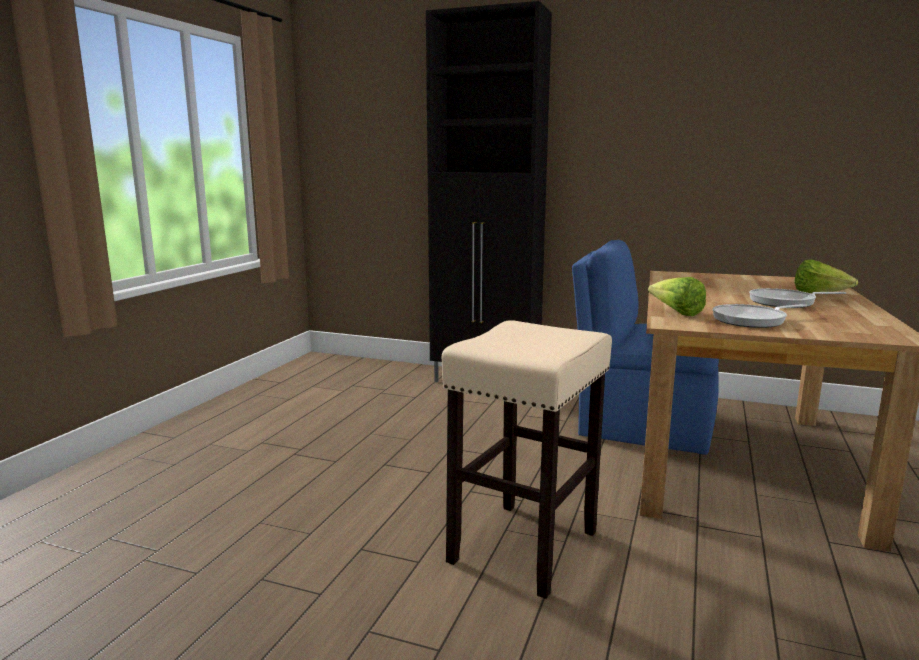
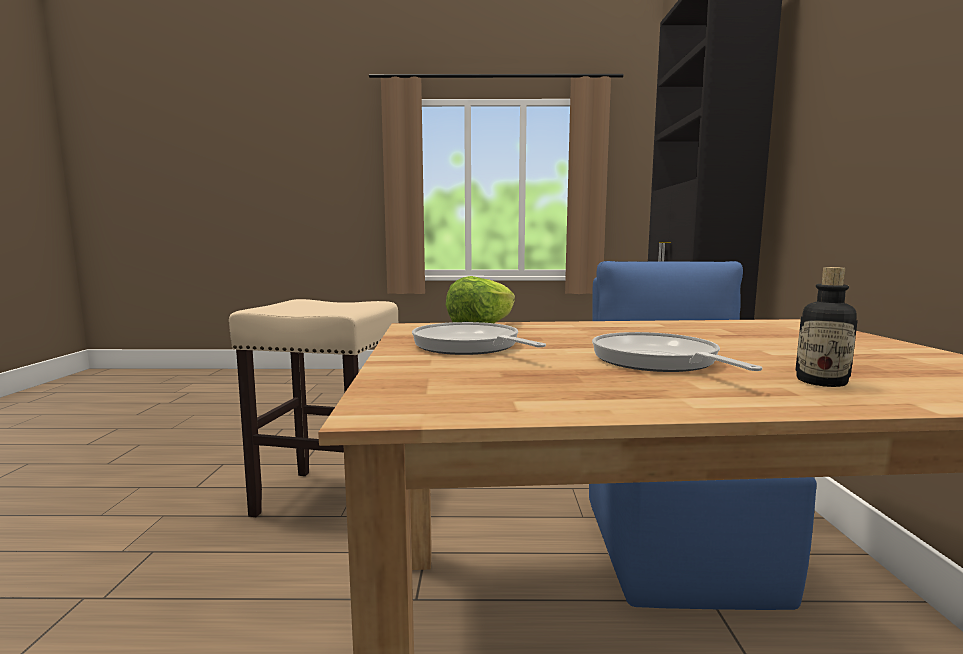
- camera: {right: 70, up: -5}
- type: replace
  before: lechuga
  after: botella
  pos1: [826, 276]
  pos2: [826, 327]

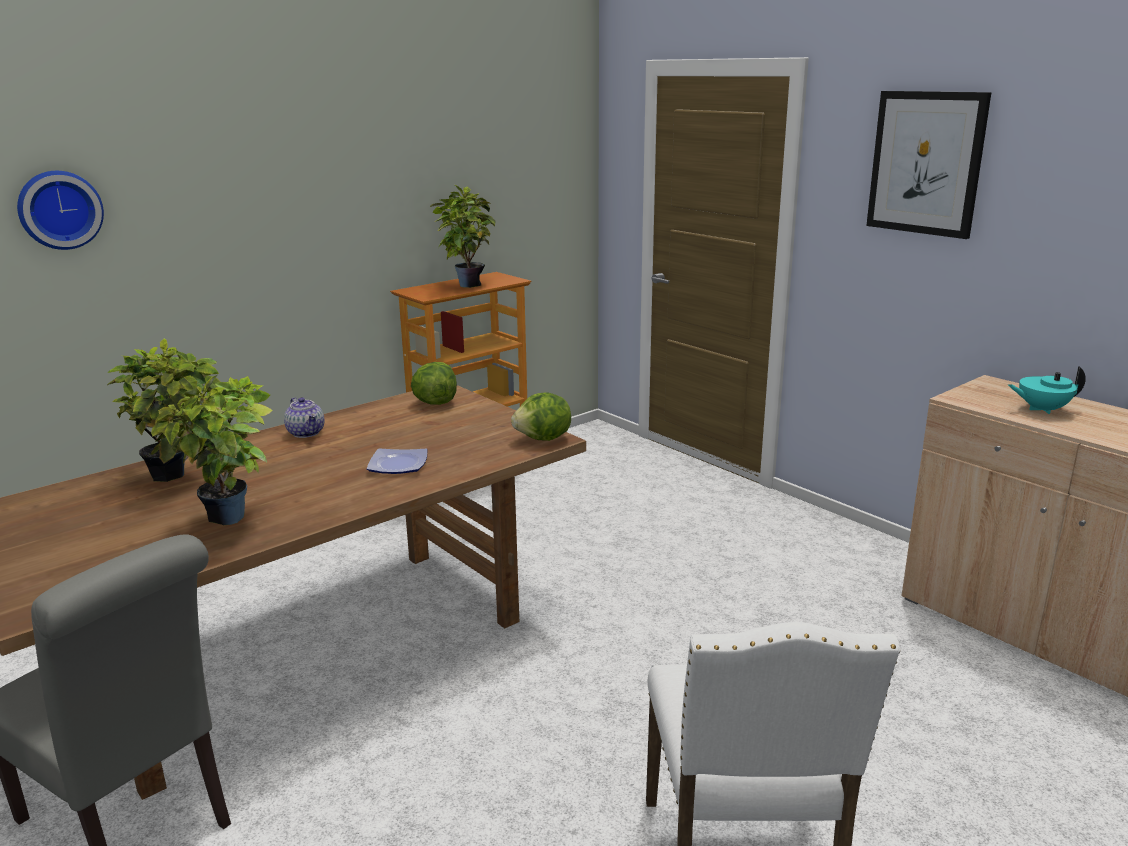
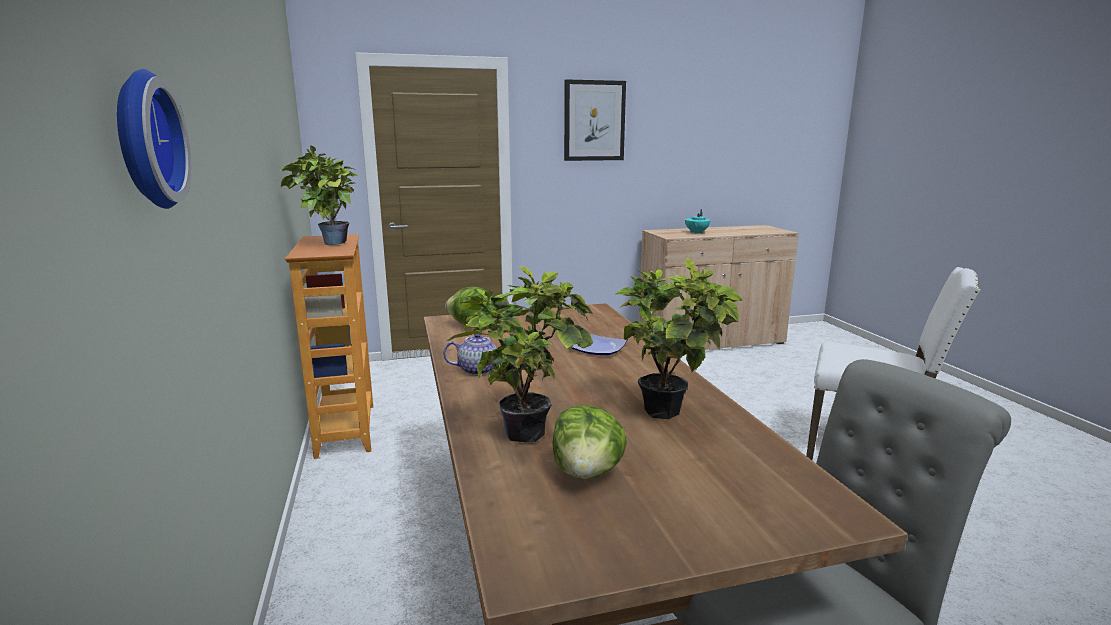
- camera: {right: -65, up: -5}
- type: move
  before: lechuga
  pos1: [541, 416]
  pos2: [590, 442]

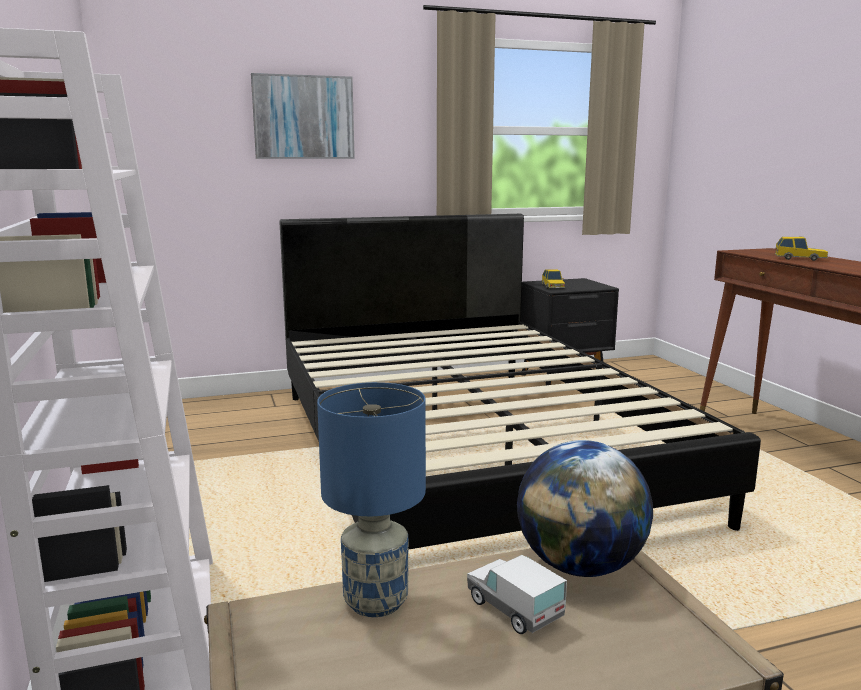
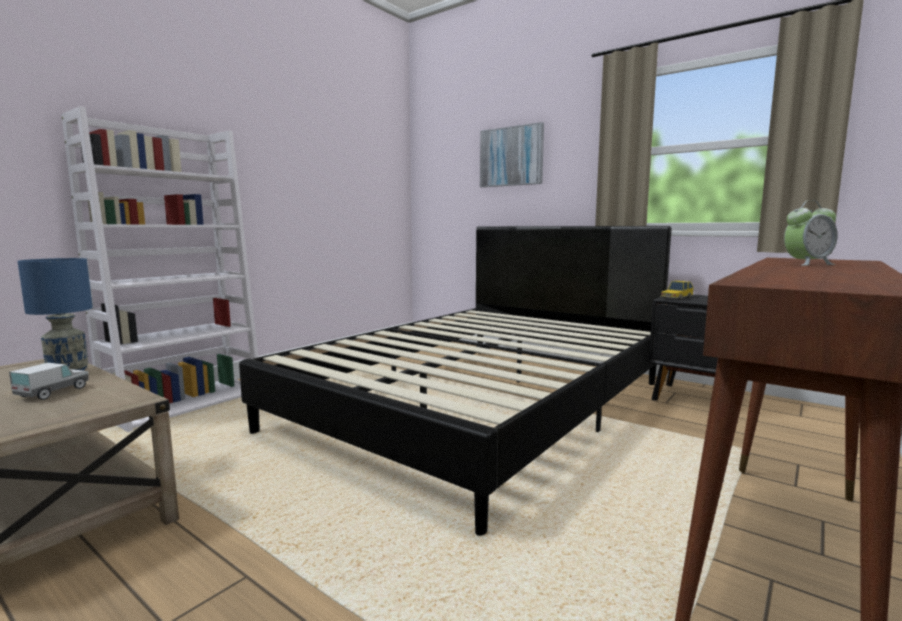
- camera: {right: 55, up: -5}
- type: delete
  before: globo terráqueo
  pos1: [585, 508]
- type: replace
  before: coche de juguete
  after: despertador
  pos1: [801, 249]
  pos2: [811, 233]

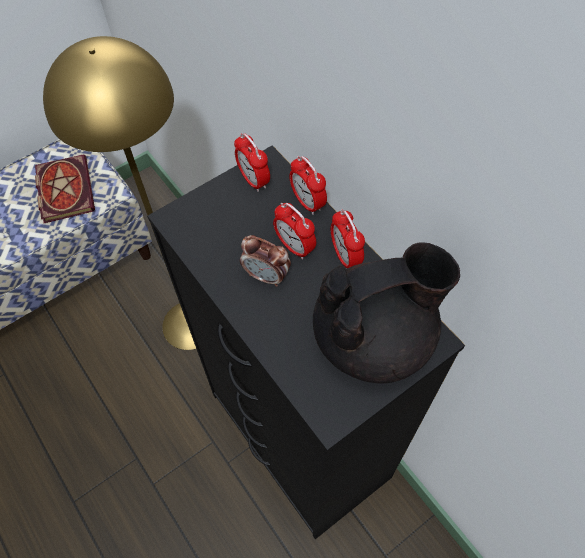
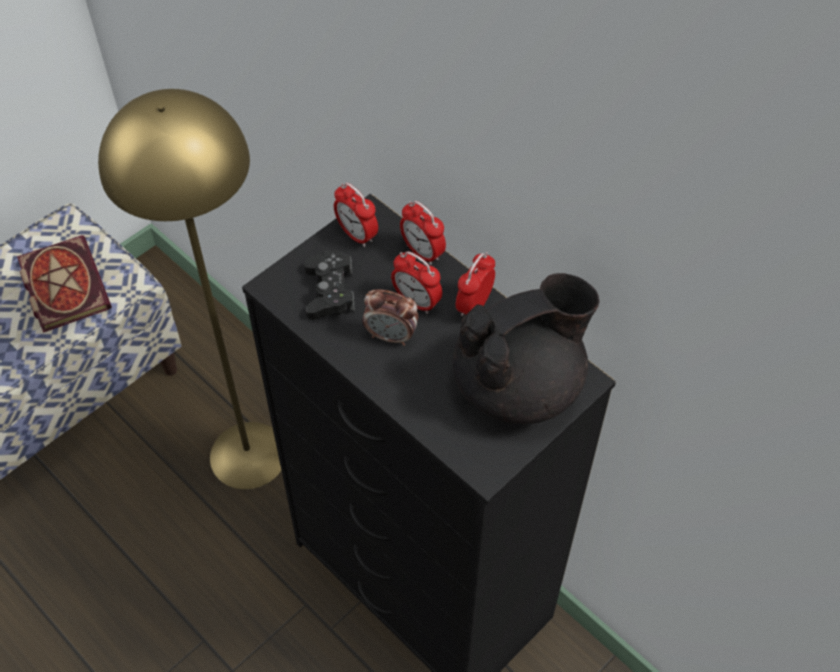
- camera: {right: -10, up: -5}
- type: insert
  after: mando de consola (negro)
  pos2: [329, 285]
- type: rotate
  before: despertador
  pos1: [348, 238]
  pos2: [475, 284]
  turn: 60

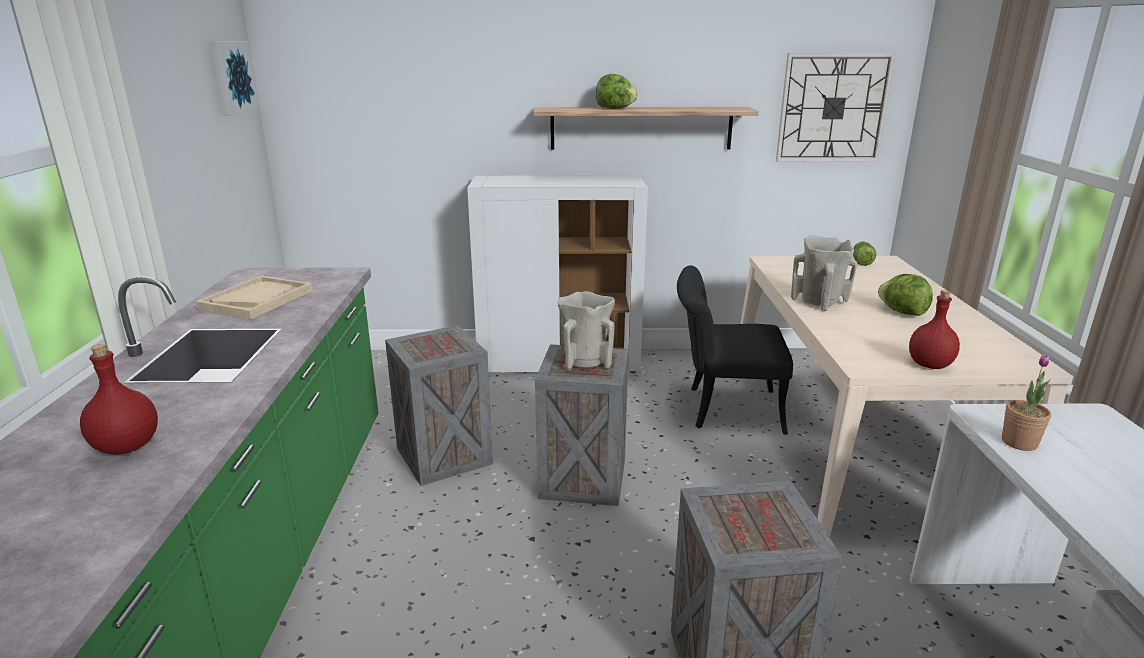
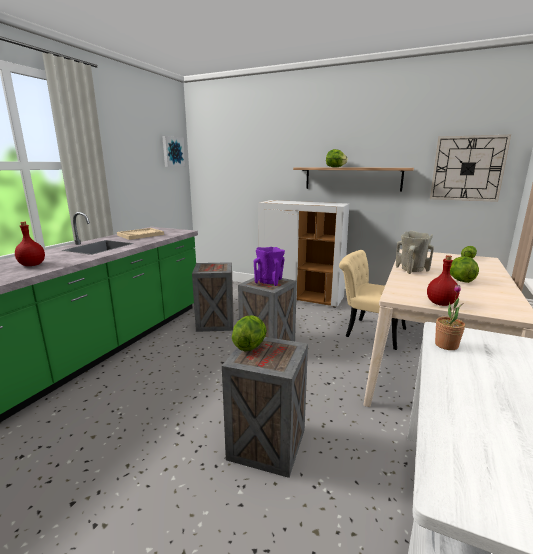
- camera: {right: 25, up: -5}
- type: insert
  after: lechuga
  pos2: [249, 333]
- type: recolor
  before: florero (beis)
  after: florero (morado)
  pos1: [586, 330]
  pos2: [269, 266]
- type: recolor
  before: silla (negro)
  after: silla (beis)
  pos1: [735, 350]
  pos2: [372, 300]

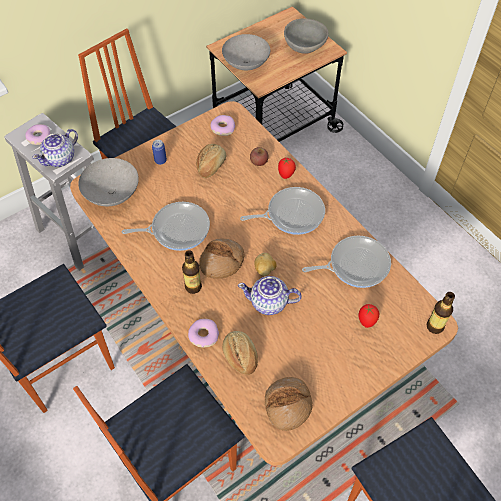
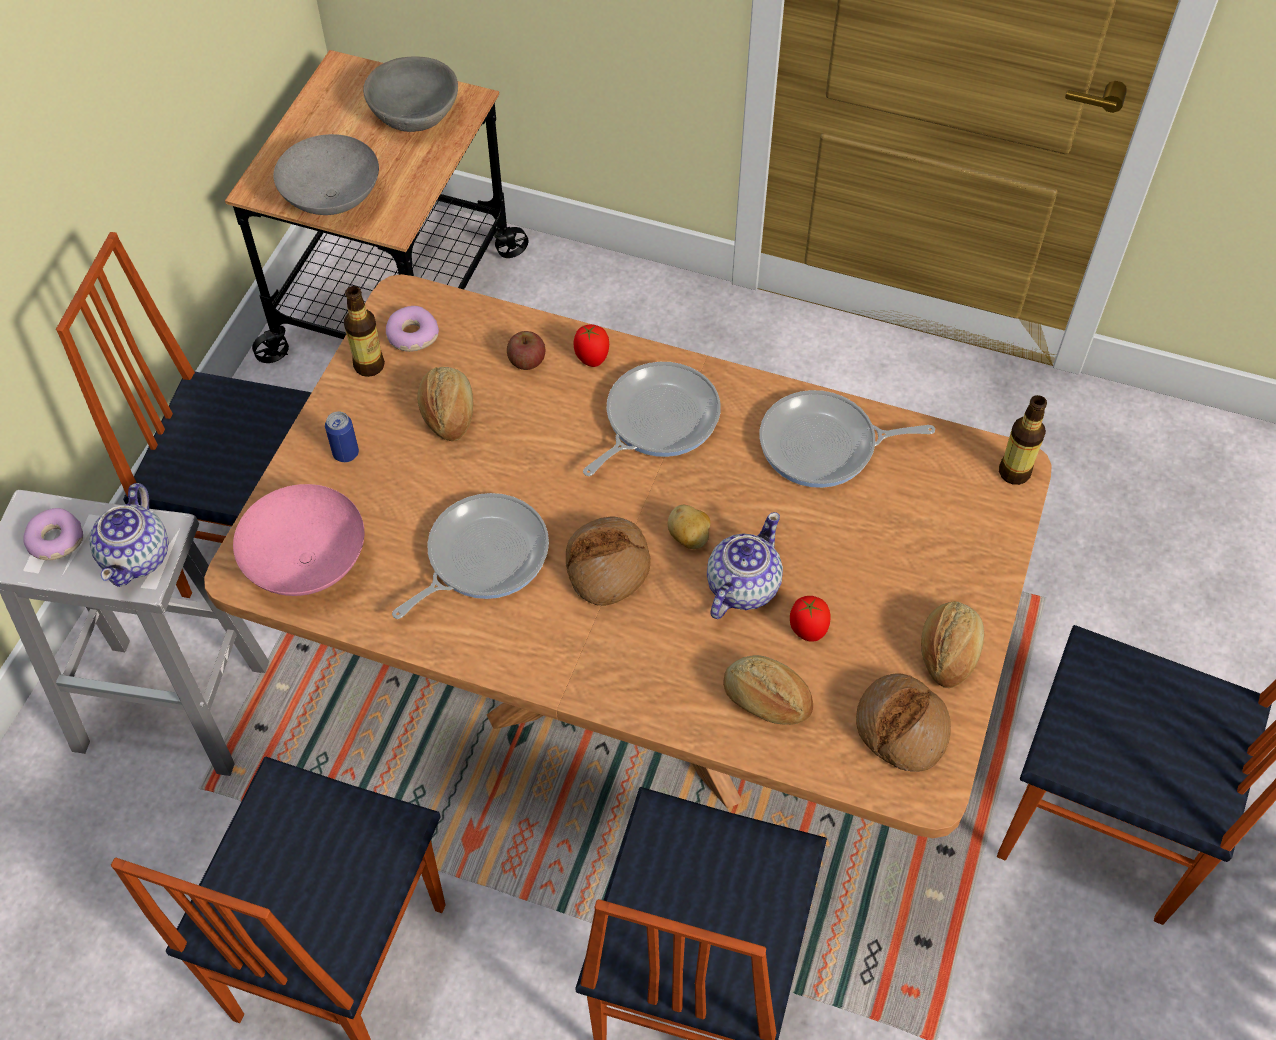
- camera: {right: -35, up: 0}
- type: delete
  before: rosquilla
  pos1: [203, 333]
- type: insert
  after: pan
  pos2: [952, 644]
- type: move
  before: botella
  pos1: [192, 272]
  pos2: [364, 331]
- type: move
  before: tomate
  pos1: [369, 316]
  pos2: [810, 619]
- type: recolor
  before: cuenco (gris)
  after: cuenco (rosa)
  pos1: [108, 182]
  pos2: [298, 540]
- type: rotate
  before: tetera
  pos1: [270, 295]
  pos2: [745, 565]
  turn: 150
- type: rotate
  before: sartén
  pos1: [346, 262]
  pos2: [847, 439]
  turn: -135

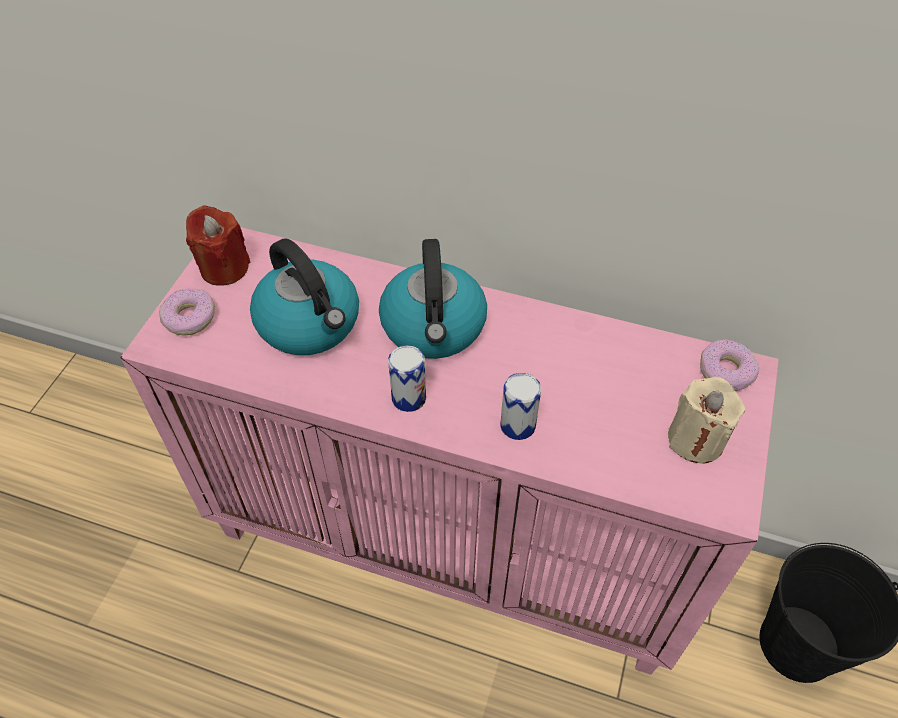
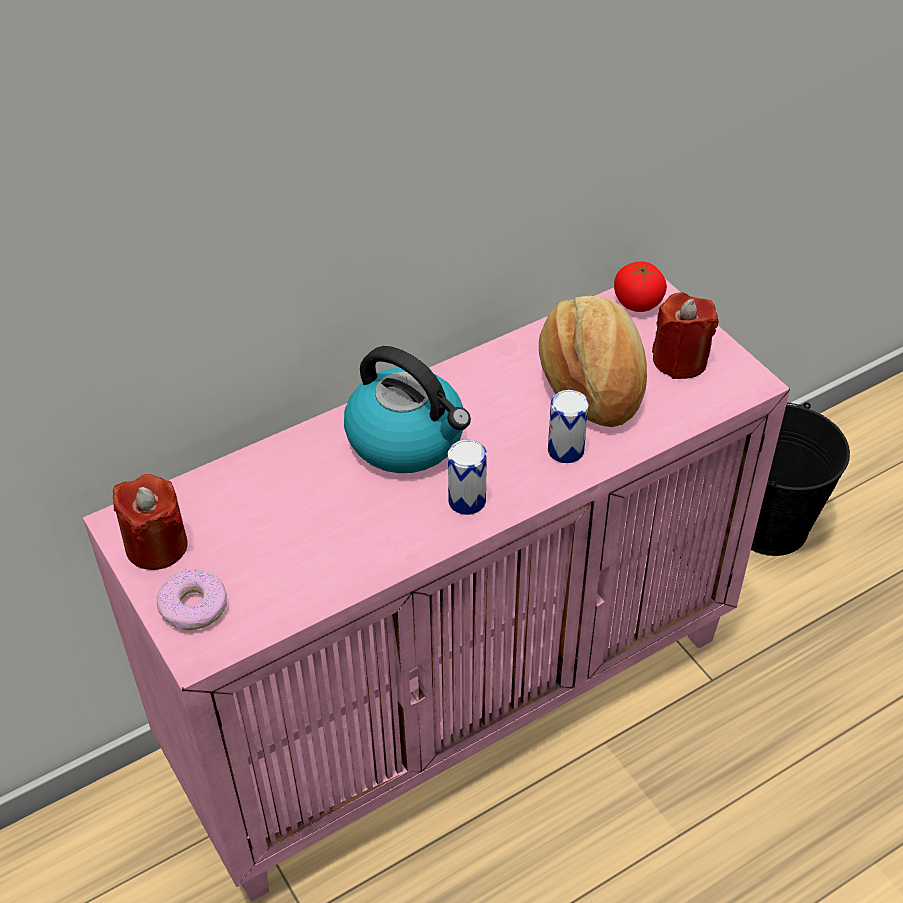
- camera: {right: -50, up: -5}
- type: delete
  before: hervidor
  pos1: [304, 296]
- type: insert
  after: pan
  pos2: [593, 361]
- type: replace
  before: rosquilla
  after: tomate
  pos1: [729, 365]
  pos2: [640, 286]
- type: recolor
  before: vela (beis)
  after: vela (rojo)
  pos1: [706, 420]
  pos2: [685, 336]

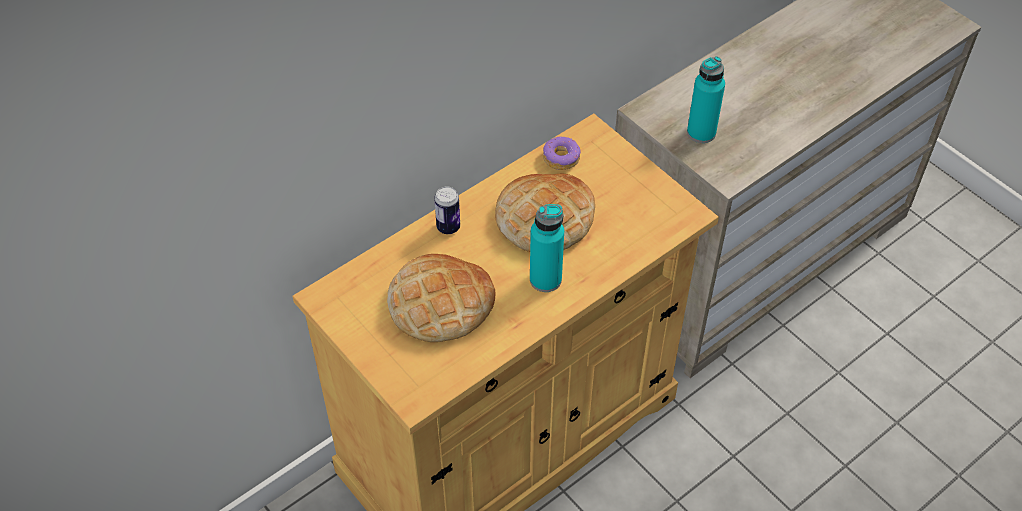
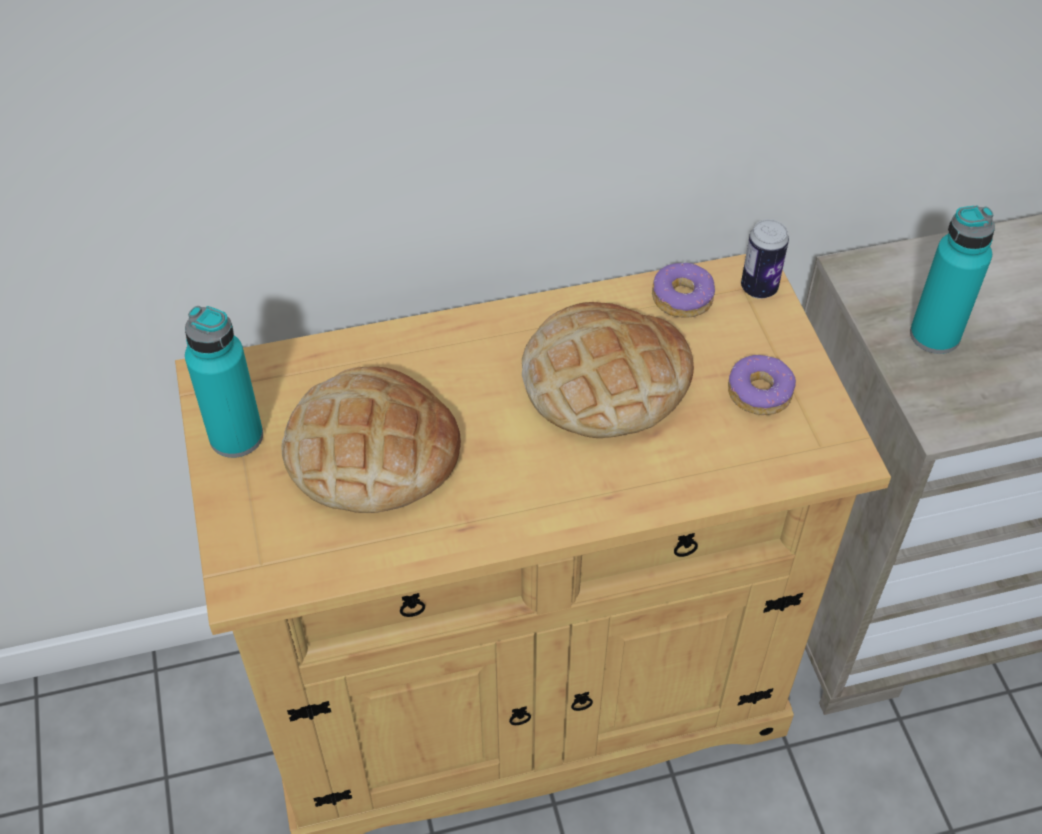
- camera: {right: 25, up: 0}
- type: insert
  after: rosquilla
  pos2: [762, 385]
- type: move
  before: lata
  pos1: [447, 210]
  pos2: [765, 259]
- type: move
  before: botella (turquesa)
  pos1: [547, 248]
  pos2: [224, 382]

